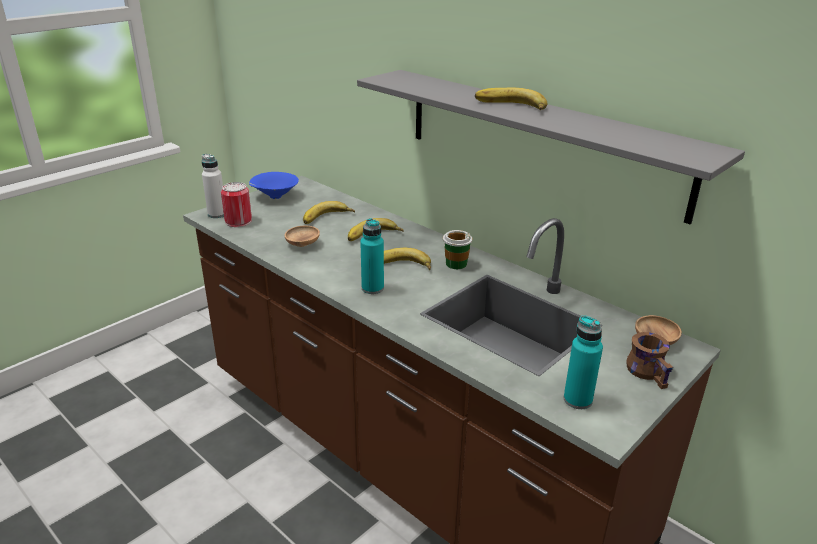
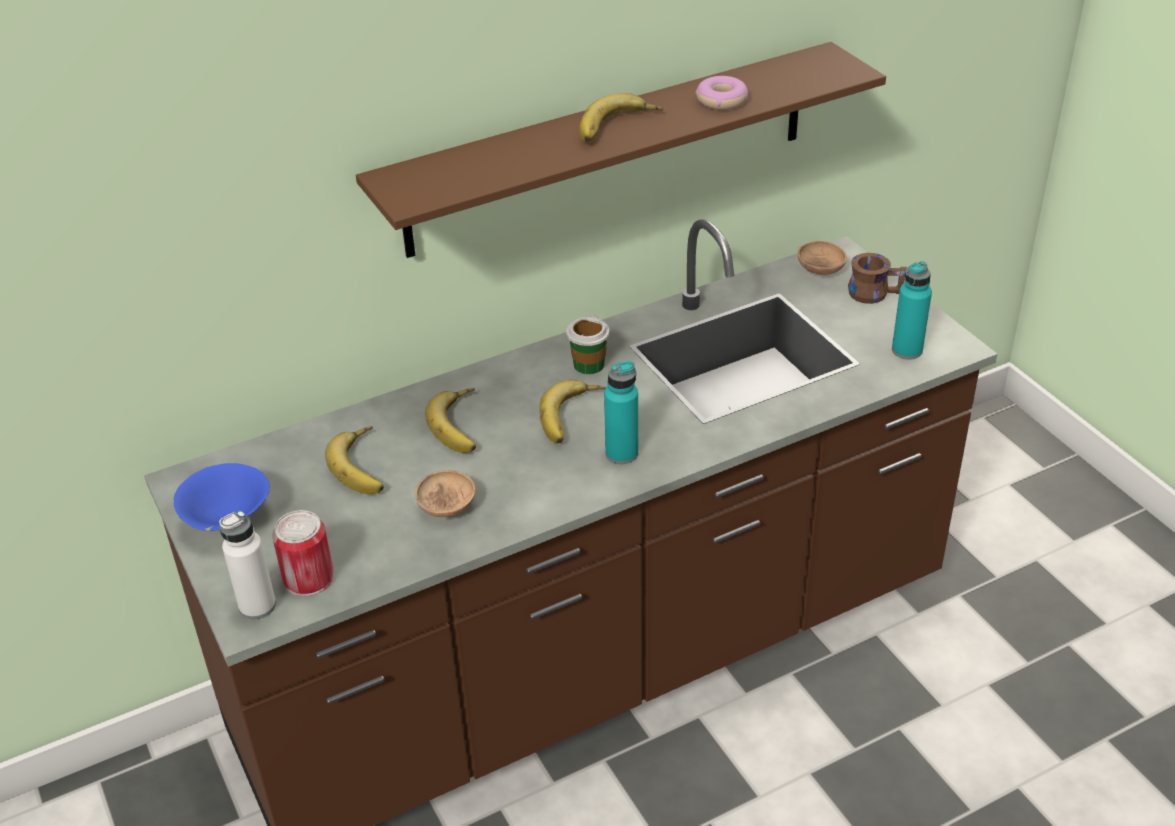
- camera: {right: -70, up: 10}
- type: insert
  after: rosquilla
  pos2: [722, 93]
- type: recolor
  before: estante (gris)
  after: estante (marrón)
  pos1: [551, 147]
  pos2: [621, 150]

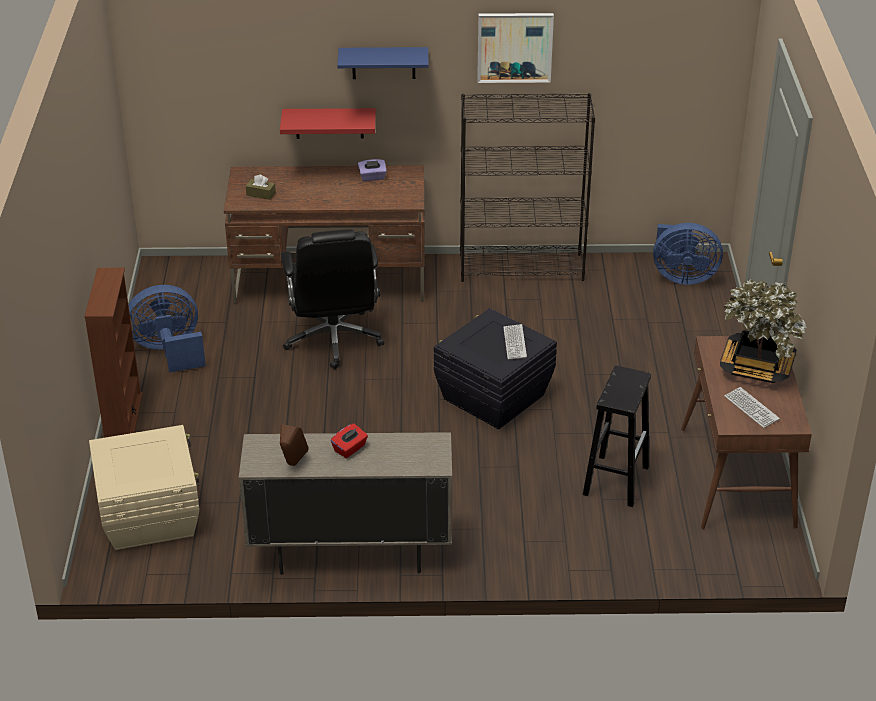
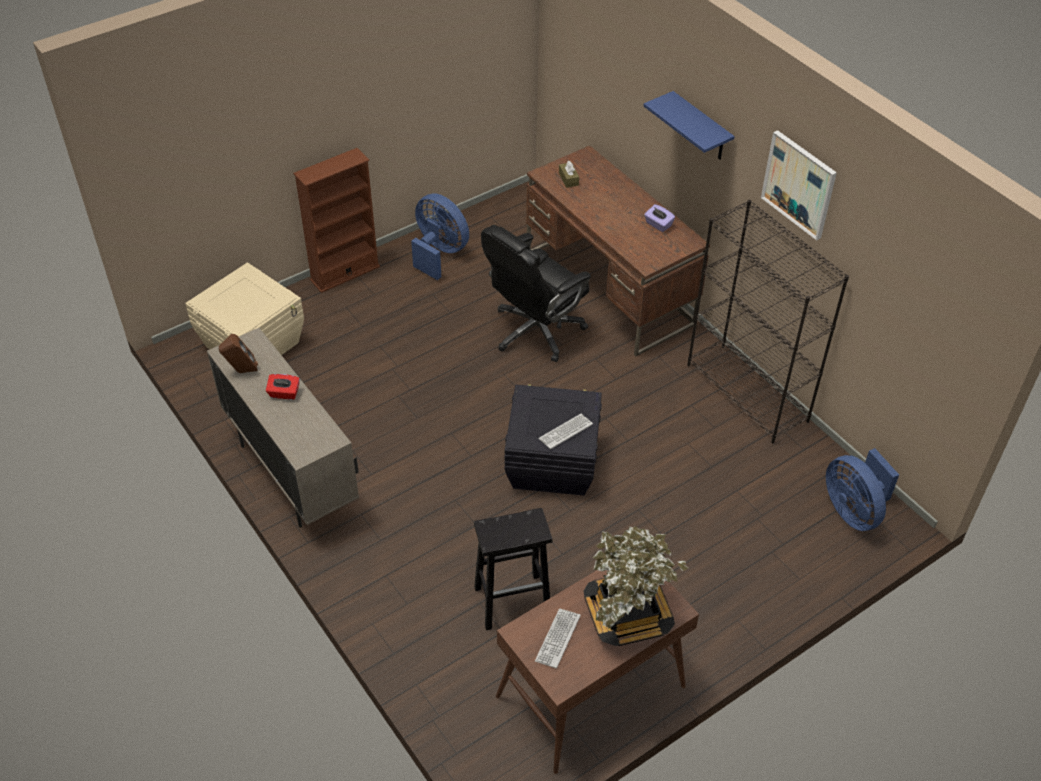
- camera: {right: 55, up: 10}
- type: delete
  before: estante (rojo)
  pos1: [328, 123]

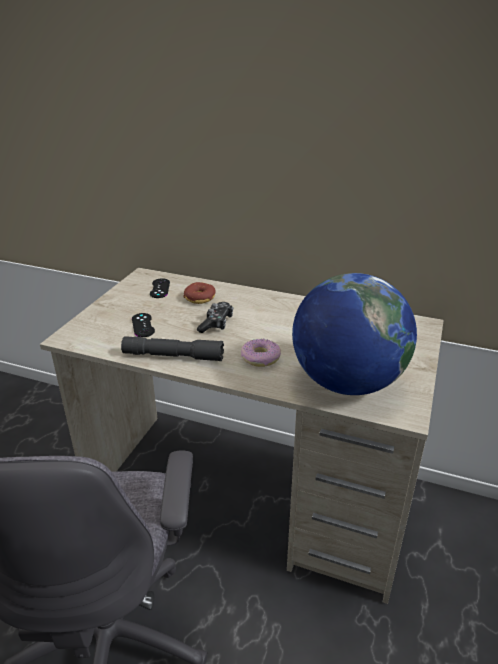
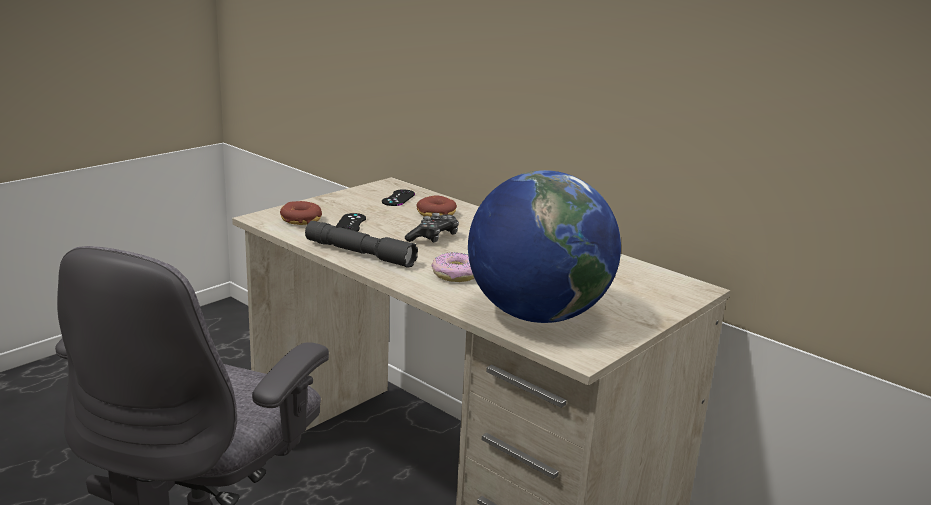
- camera: {right: 20, up: -10}
- type: insert
  after: rosquilla
  pos2: [301, 213]

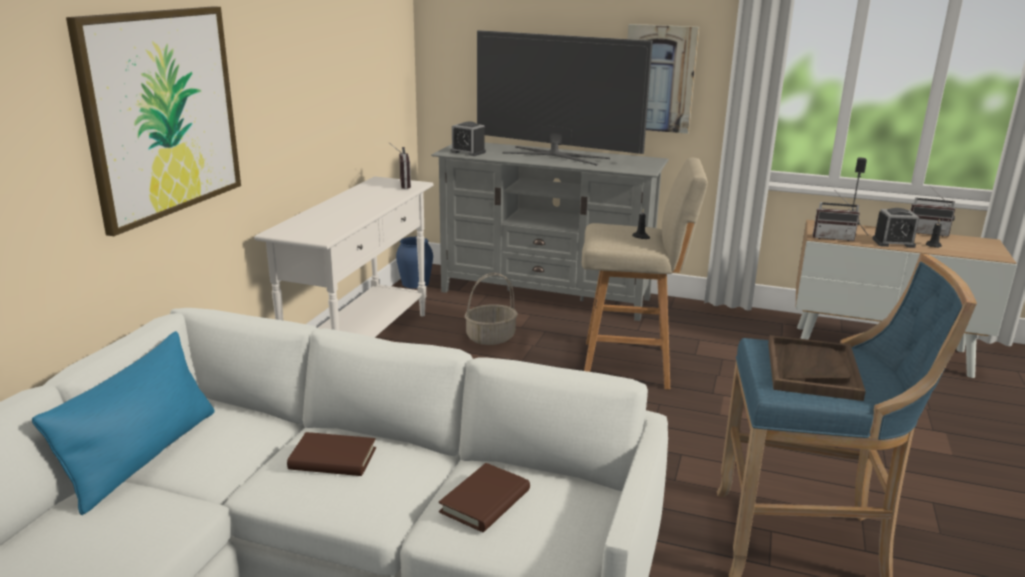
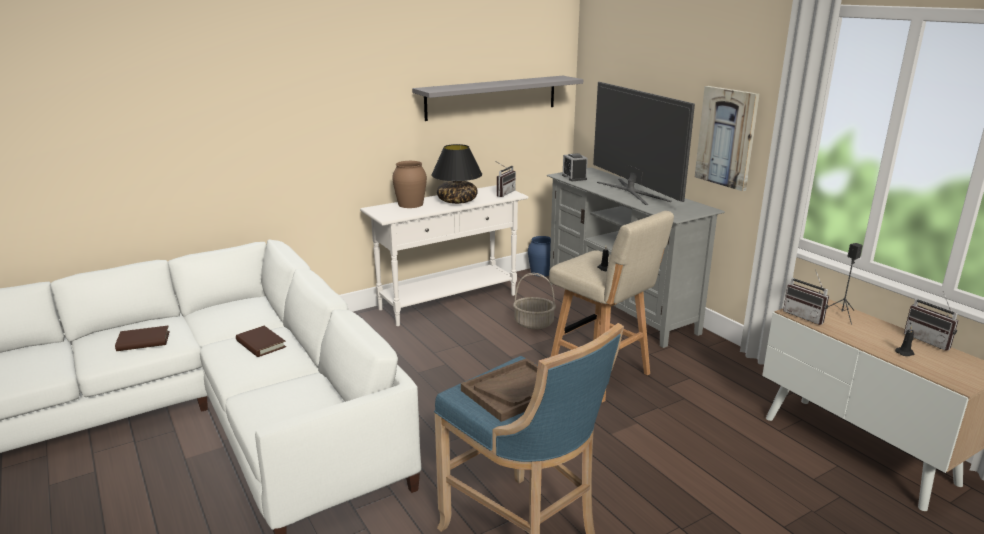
- camera: {right: 40, up: 0}
- type: delete
  before: cojín (azul)
  pos1: [123, 423]
- type: delete
  before: cuadro
  pos1: [153, 121]
- type: delete
  before: despertador
  pos1: [895, 228]
- type: insert
  after: florero (marrón)
  pos2: [409, 184]
- type: insert
  after: estante (gris)
  pos2: [497, 98]
- type: insert
  after: lámpara de mesa (negro)
  pos2: [456, 174]
- type: move
  before: libro (marrón)
  pos1: [484, 497]
  pos2: [142, 338]

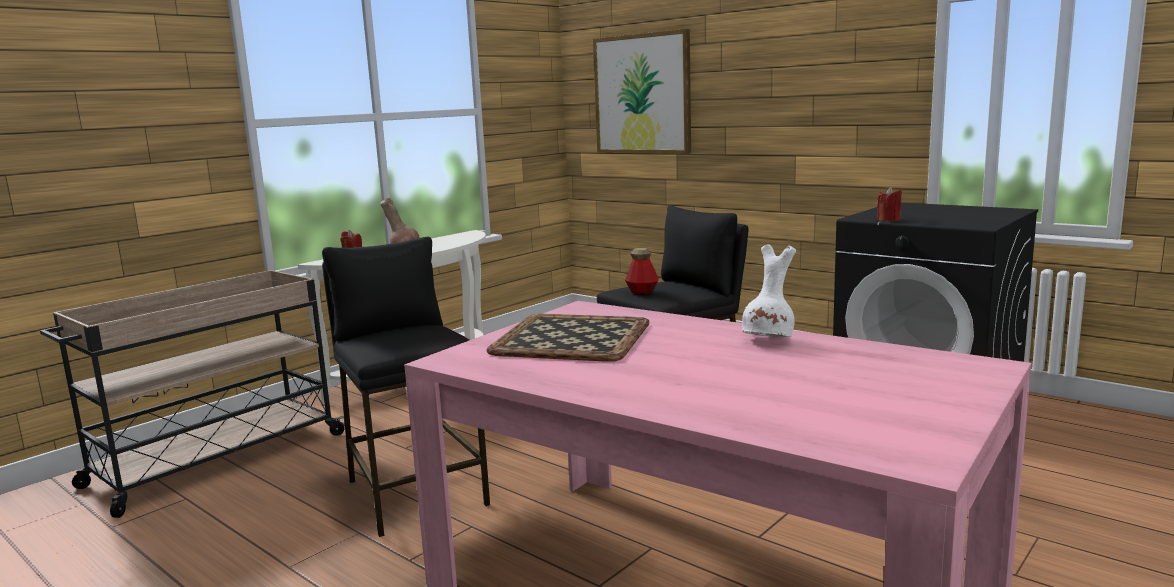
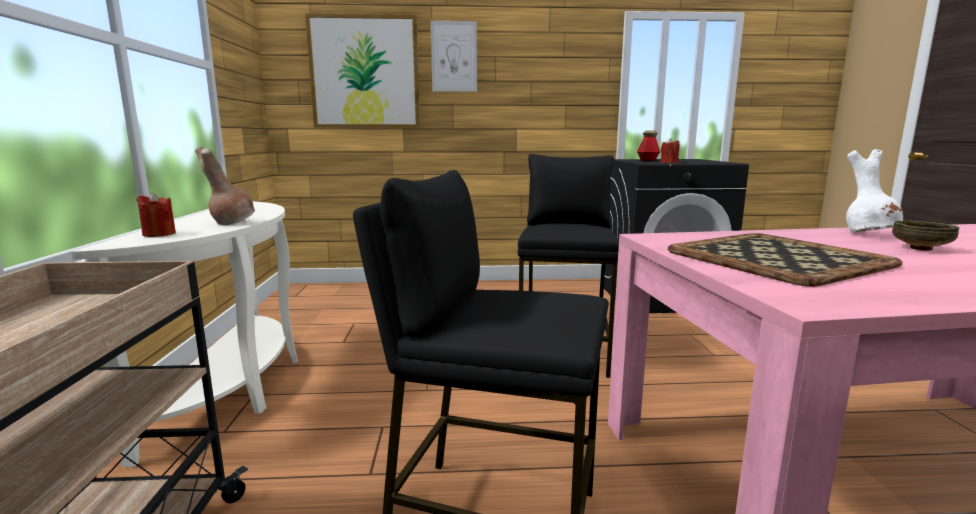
- camera: {right: -45, up: 0}
- type: insert
  after: cuadro
  pos2: [454, 56]
- type: insert
  after: cuenco
  pos2: [925, 236]
- type: move
  before: botella
  pos1: [642, 271]
  pos2: [648, 145]

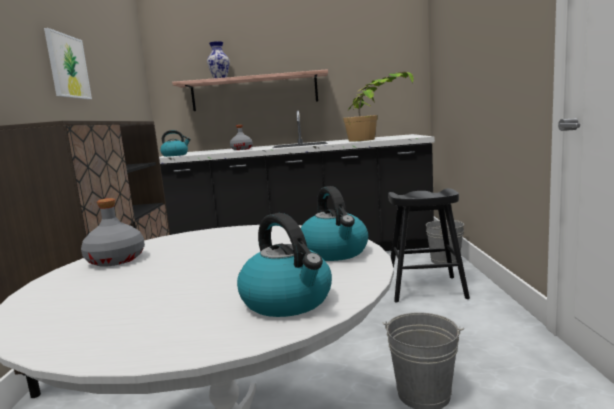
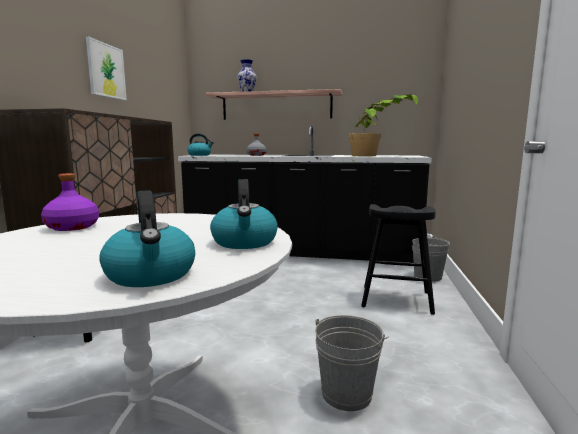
- camera: {right: 10, up: 0}
- type: recolor
  before: botella (gris)
  after: botella (morado)
  pos1: [113, 232]
  pos2: [70, 202]

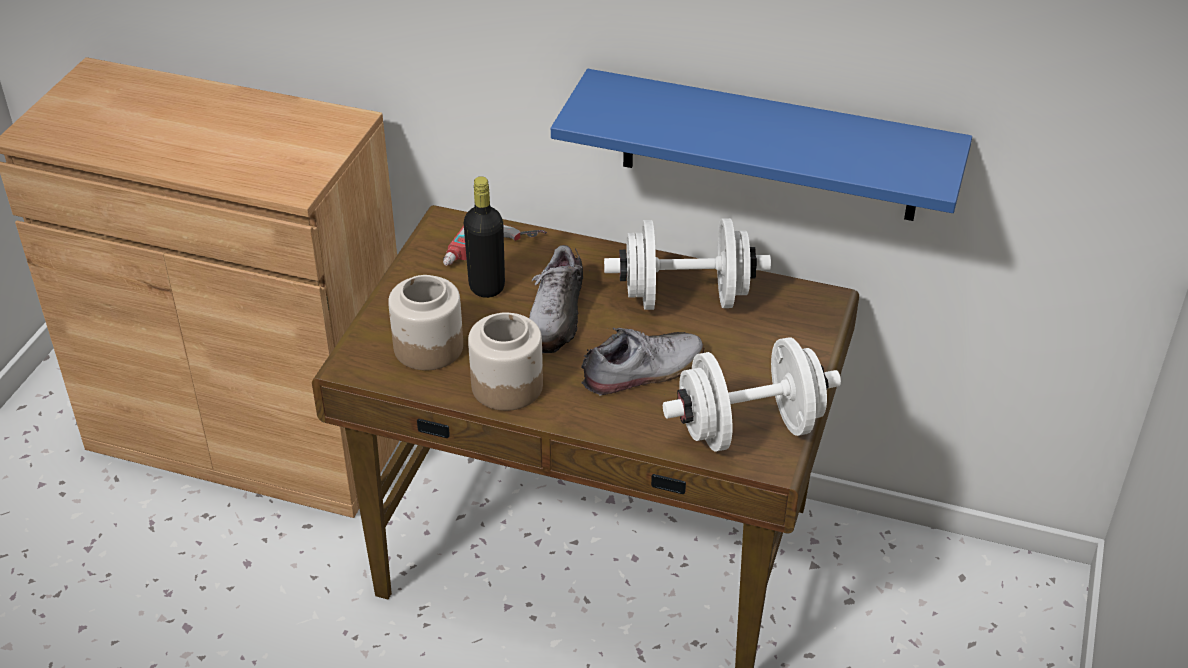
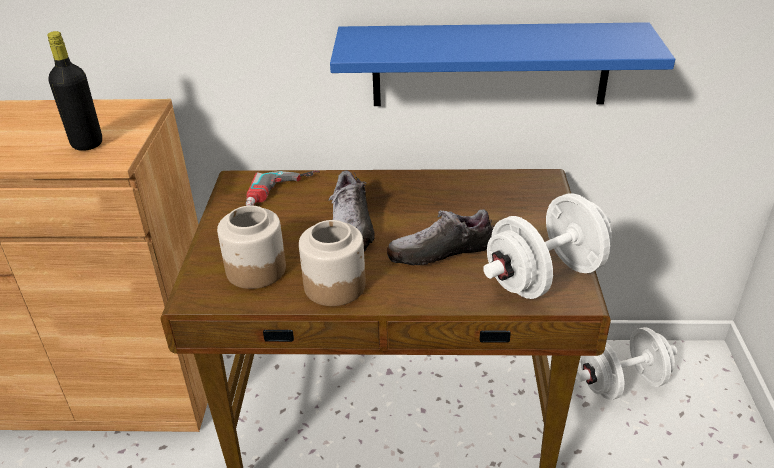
- camera: {right: -15, up: -5}
- type: move
  before: botella (negro)
  pos1: [484, 237]
  pos2: [74, 91]
- type: move
  before: mancuerna (blanco)
  pos1: [687, 264]
  pos2: [626, 363]
- type: rotate
  before: zapato
  pos1: [642, 362]
  pos2: [440, 237]
  turn: -150

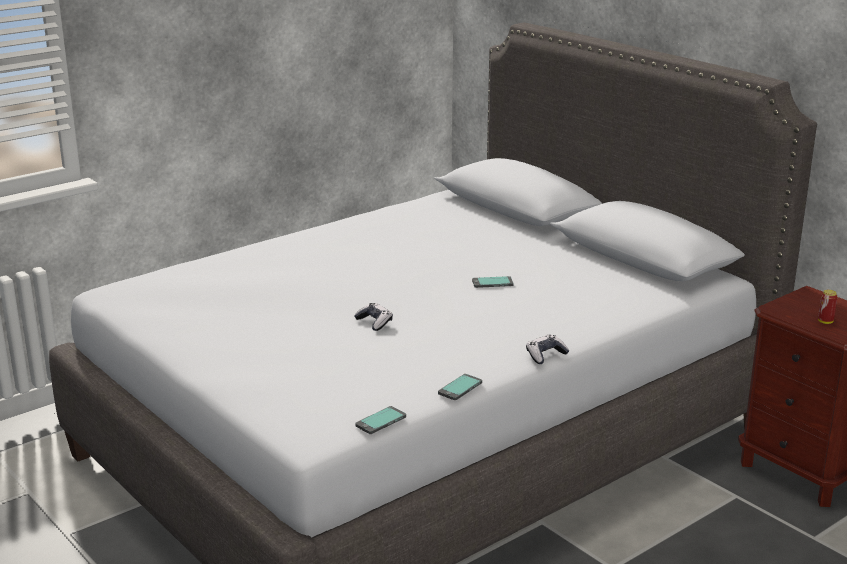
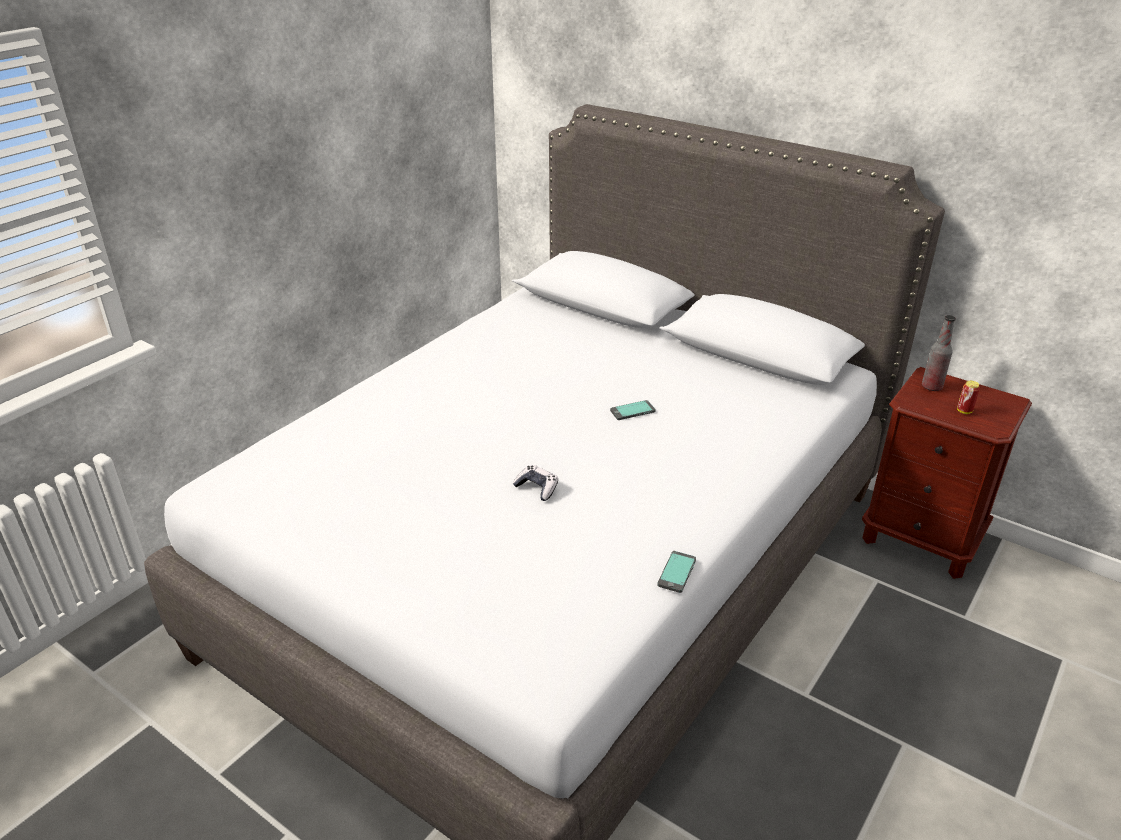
- camera: {right: -15, up: 10}
- type: delete
  before: móvil
  pos1: [380, 420]
- type: delete
  before: mando de consola
  pos1: [547, 349]
- type: insert
  after: botella
  pos2: [939, 353]

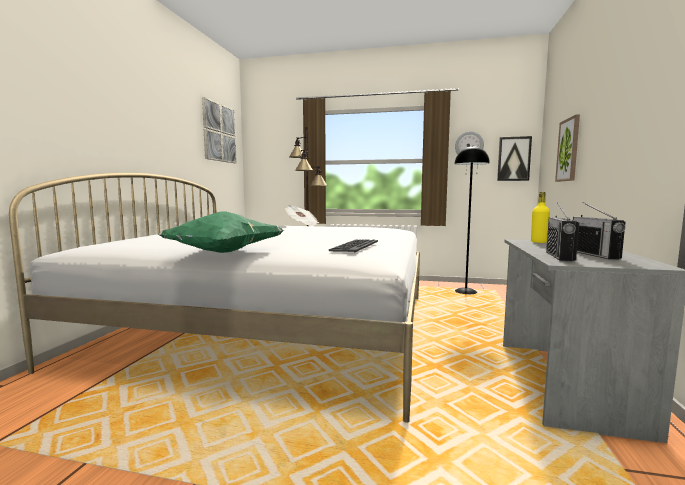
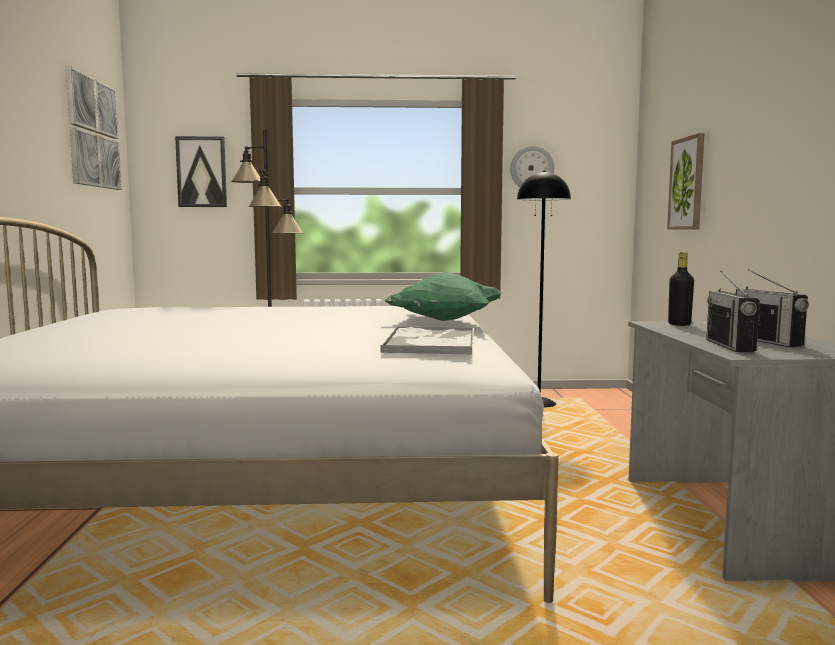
- camera: {right: -15, up: 0}
- type: delete
  before: periódico
  pos1: [302, 215]
- type: move
  before: cojín (verde)
  pos1: [220, 232]
  pos2: [443, 296]
- type: move
  before: cuadro
  pos1: [514, 158]
  pos2: [201, 171]
- type: replace
  before: teclado
  after: bandeja
  pos1: [353, 245]
  pos2: [427, 340]
- type: recolor
  before: botella (amarillo)
  after: botella (negro)
  pos1: [540, 217]
  pos2: [681, 289]

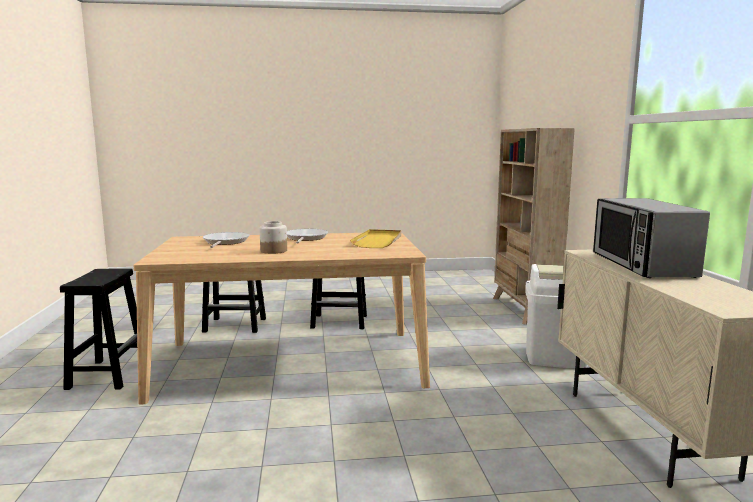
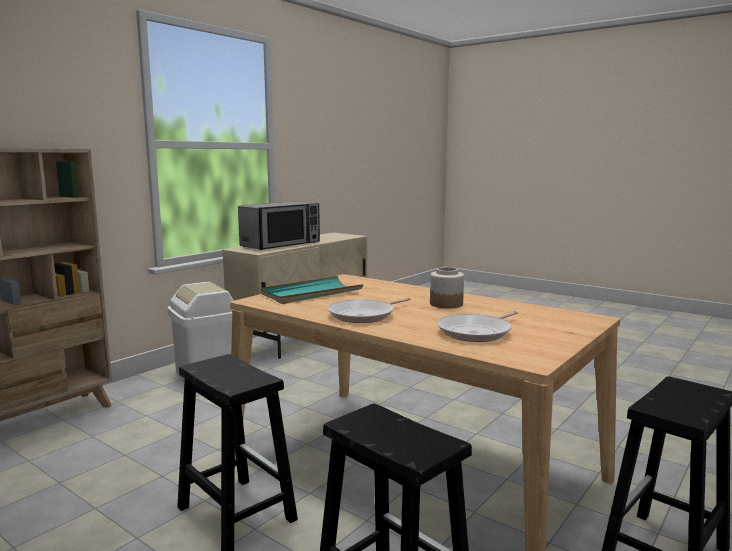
- camera: {right: -135, up: 0}
- type: recolor
  before: bandeja (amarillo)
  after: bandeja (turquesa)
  pos1: [375, 238]
  pos2: [312, 290]

